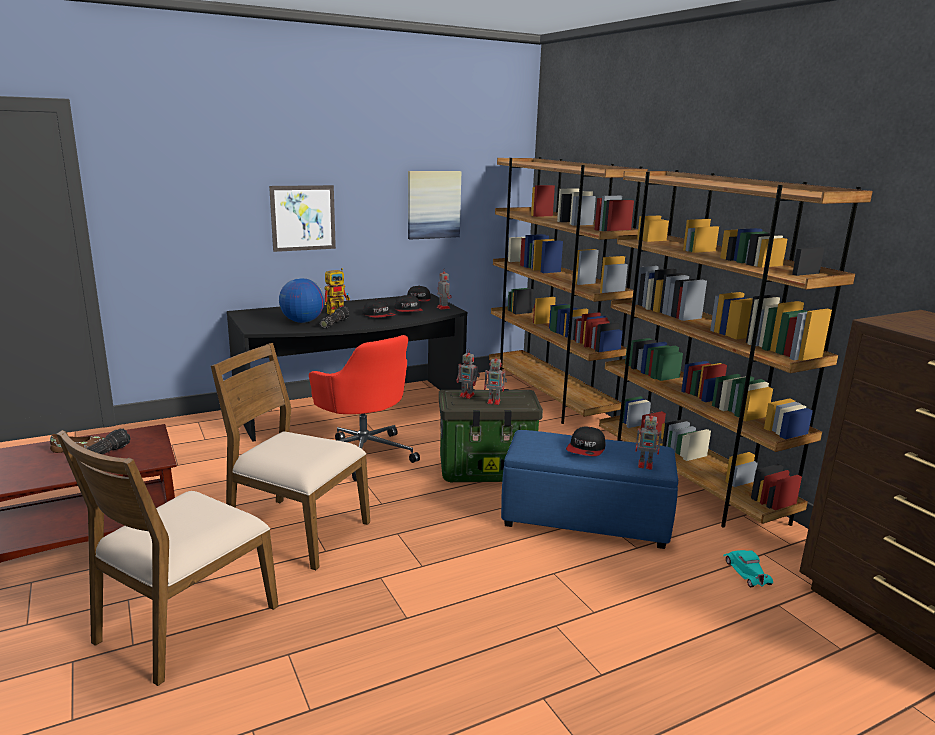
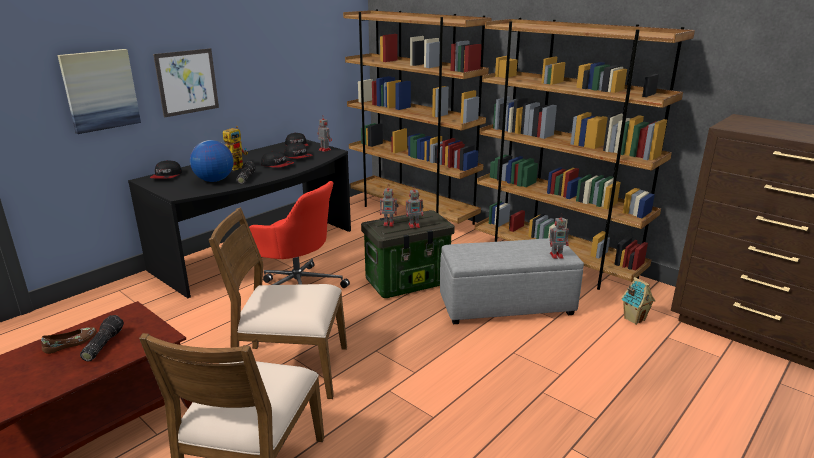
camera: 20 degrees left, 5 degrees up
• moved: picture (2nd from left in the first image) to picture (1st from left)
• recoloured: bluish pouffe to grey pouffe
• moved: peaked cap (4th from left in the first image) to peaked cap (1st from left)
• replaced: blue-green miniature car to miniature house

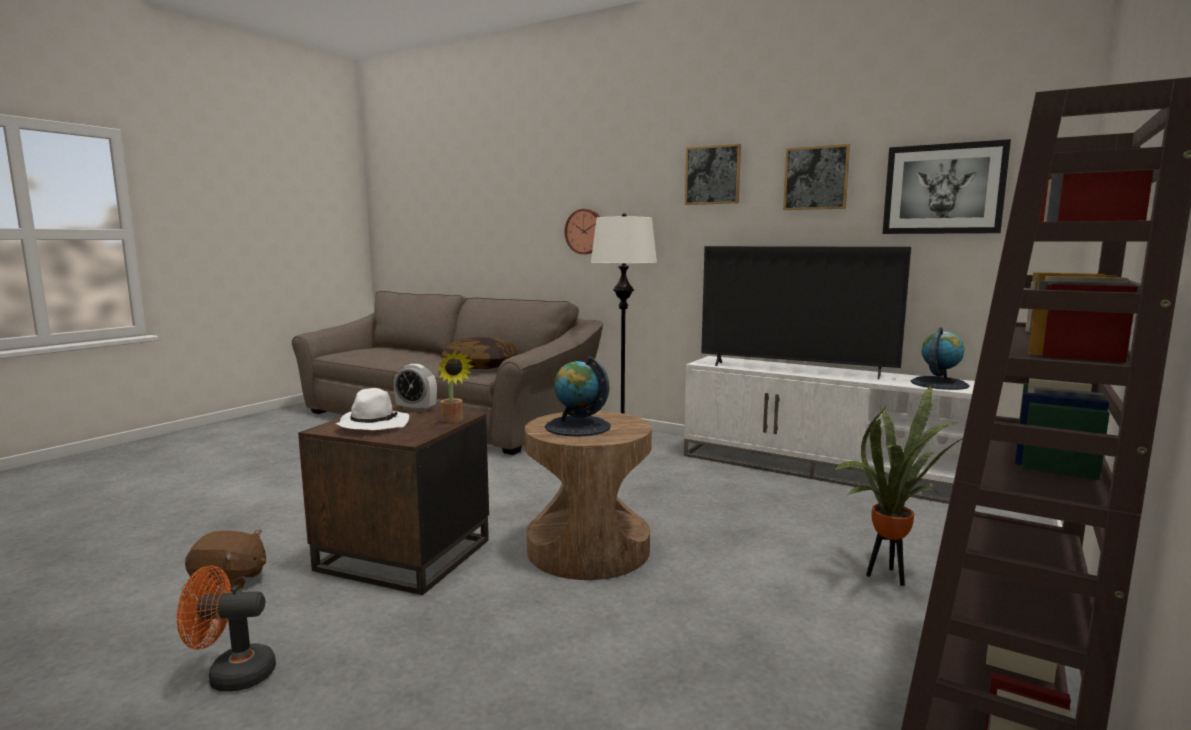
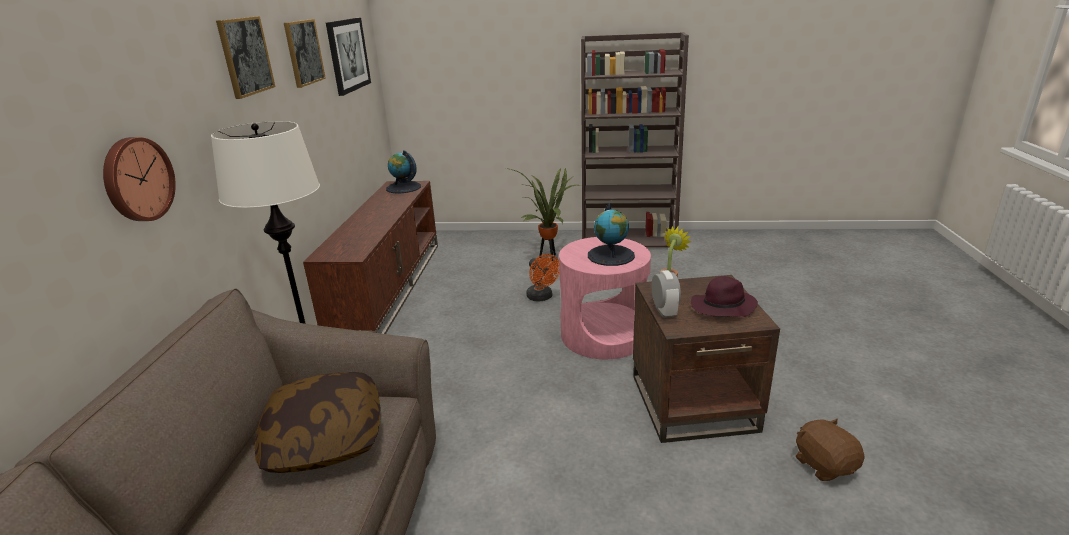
camera: 115 degrees left, 15 degrees up
• moved: orangey fan
• recoloured: white-coloured wearable hat to purple wearable hat
• recoloured: brown-coloured side table (2nd from left) to pink side table
• recoloured: white-coloured tv stand to brown-coloured tv stand
• removed: TV

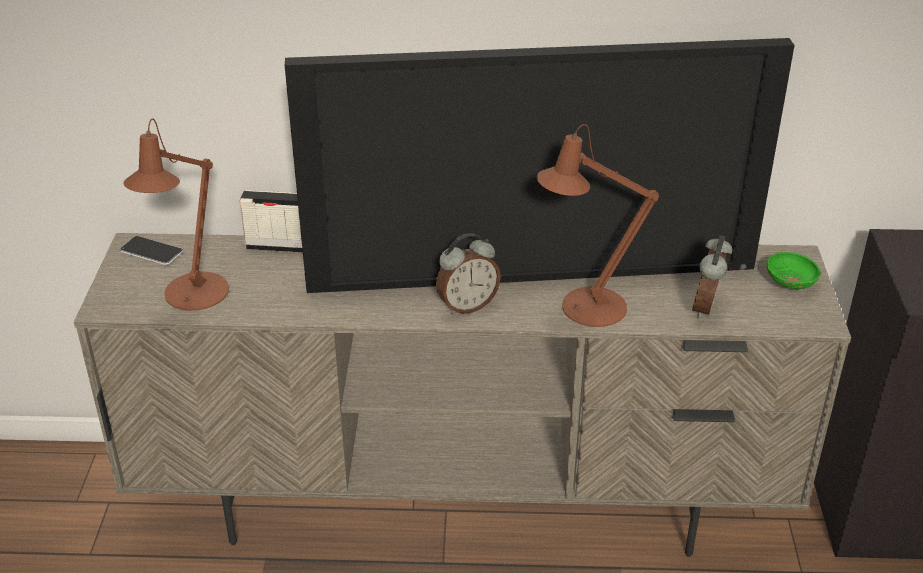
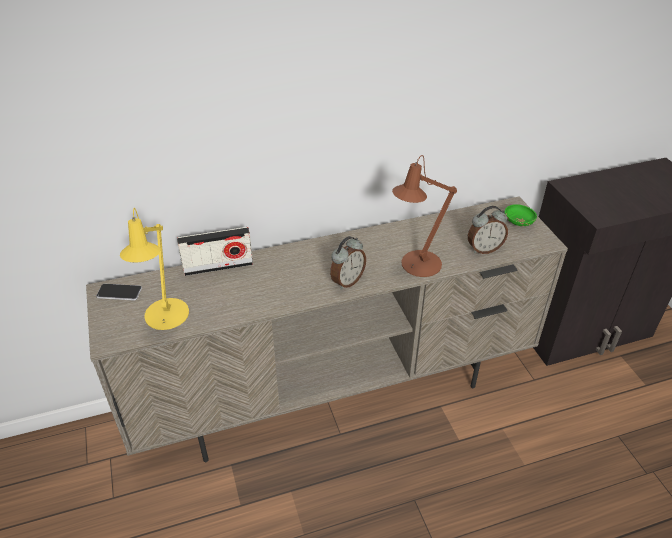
camera: 20 degrees left, 5 degrees up
• recoloured: brown-coloured tabletop lamp (1st from left) to yellow tabletop lamp
• removed: TV
• turned: alarm clock (2nd from left) 105 degrees counterclockwise

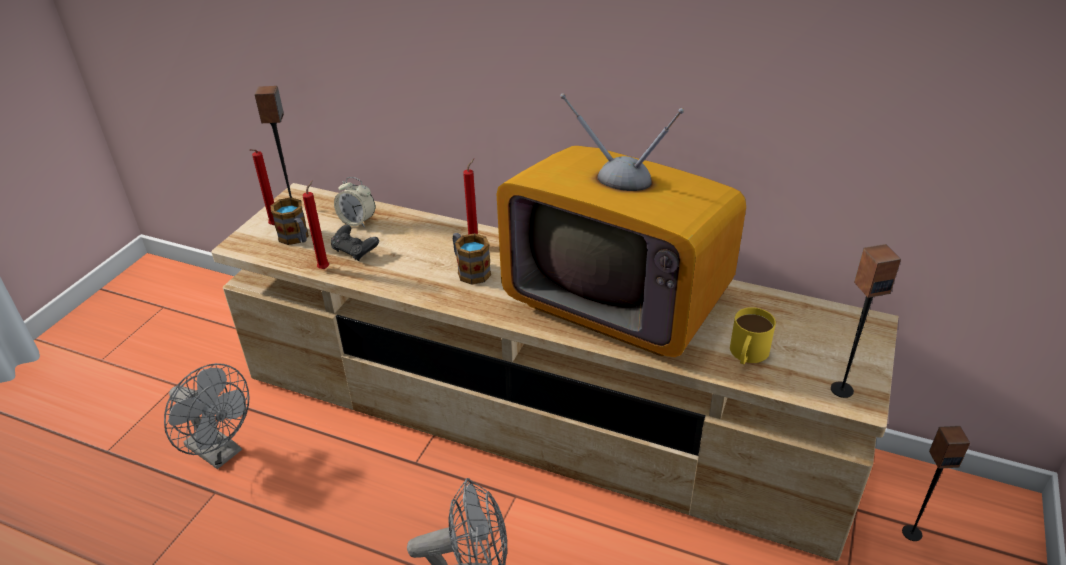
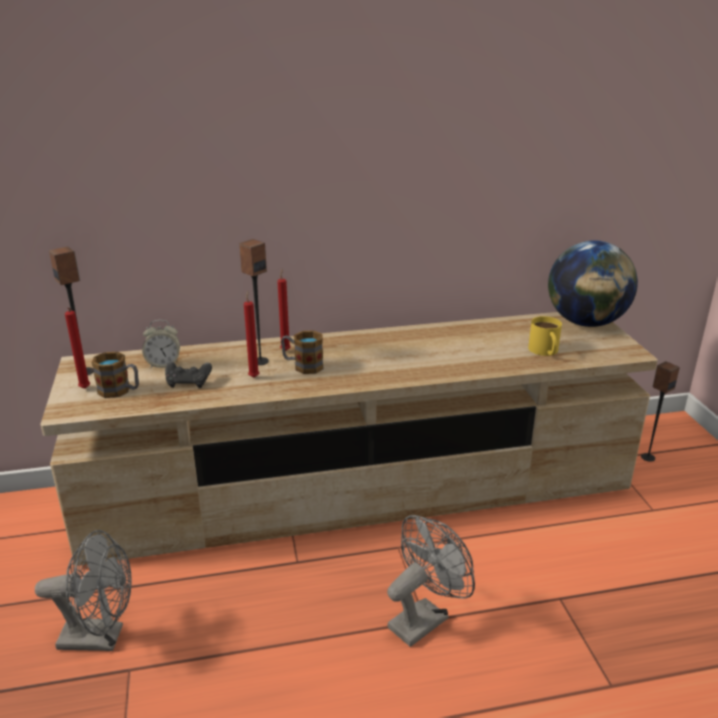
camera: 35 degrees left, 10 degrees down
• moved: red-coloured wax candle (2nd from left)
• removed: TV
• moved: loudspeaker (2nd from left)
• added: desk globe

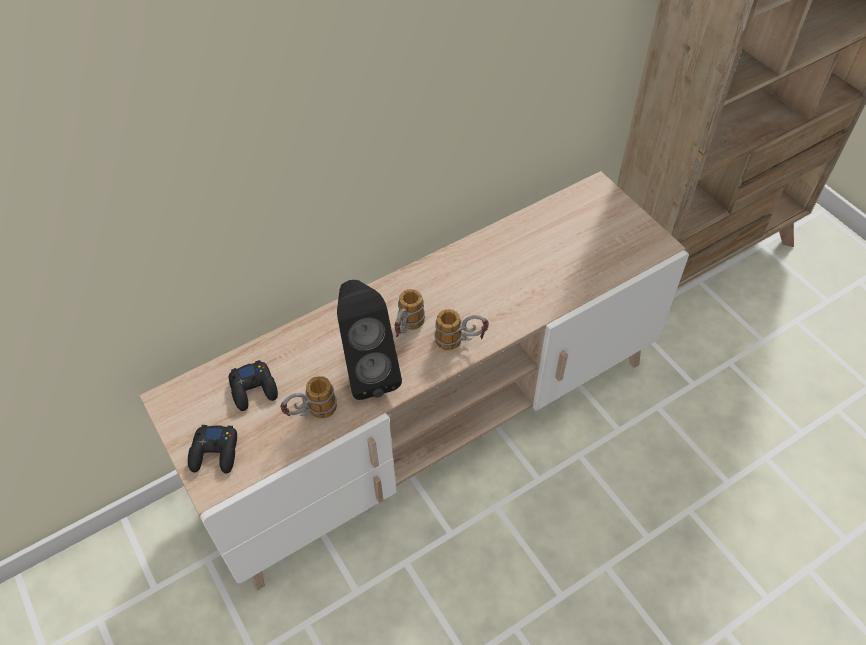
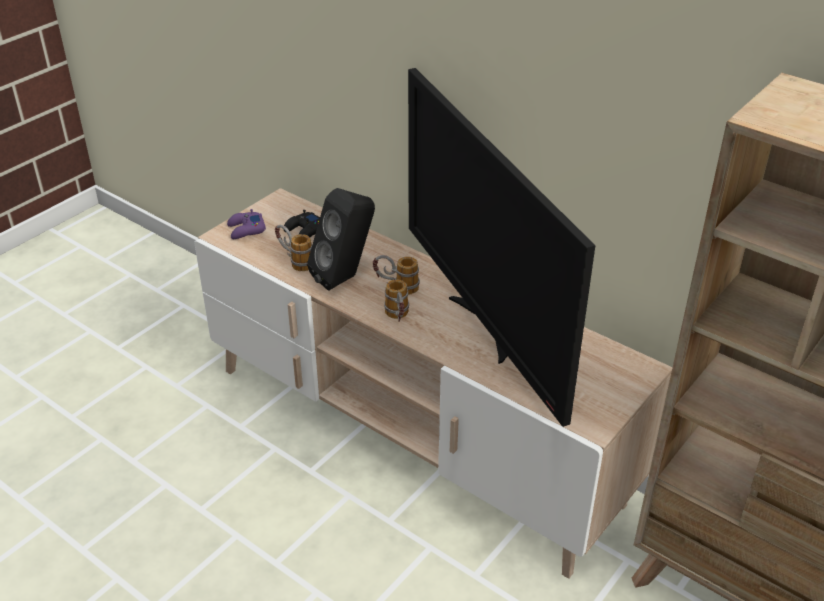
camera: 70 degrees right, 15 degrees down
• recoloured: blackish joypad (1st from left) to purple joypad
• added: TV

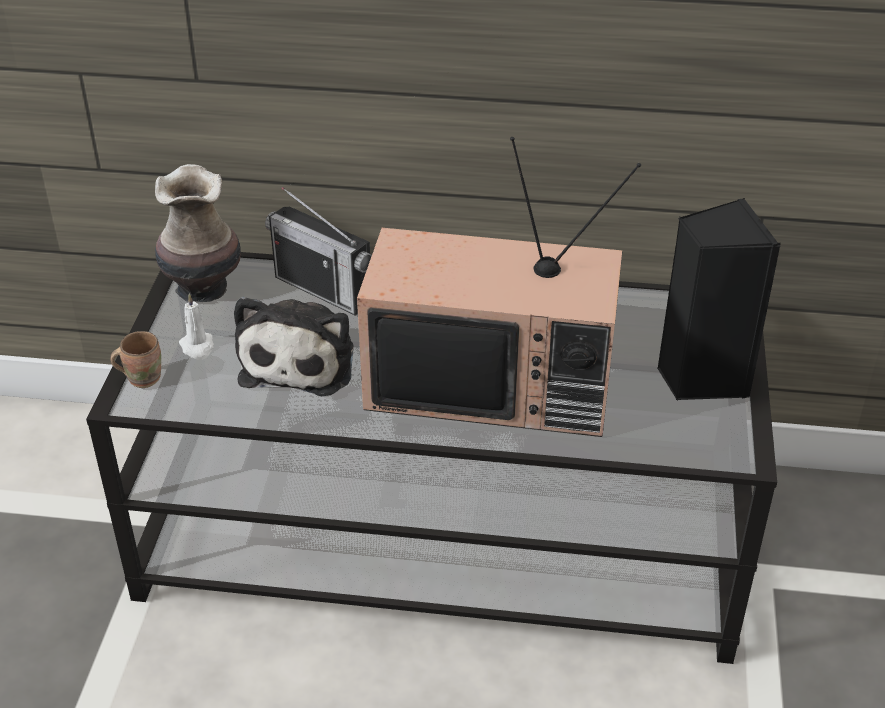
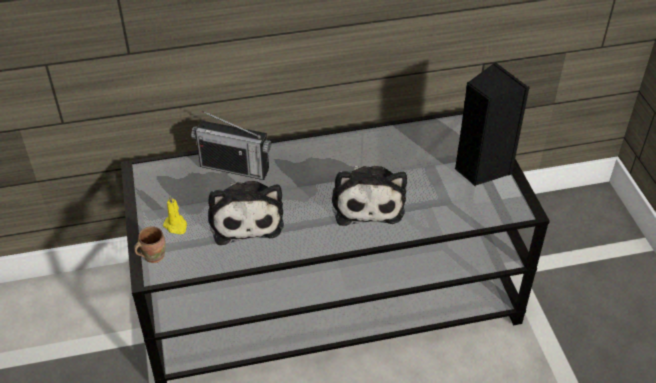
camera: 20 degrees left, 5 degrees up
• removed: decorative vase
• recoloured: white-coloured wax candle to yellow wax candle
• replaced: TV to soft toy (2nd from left)

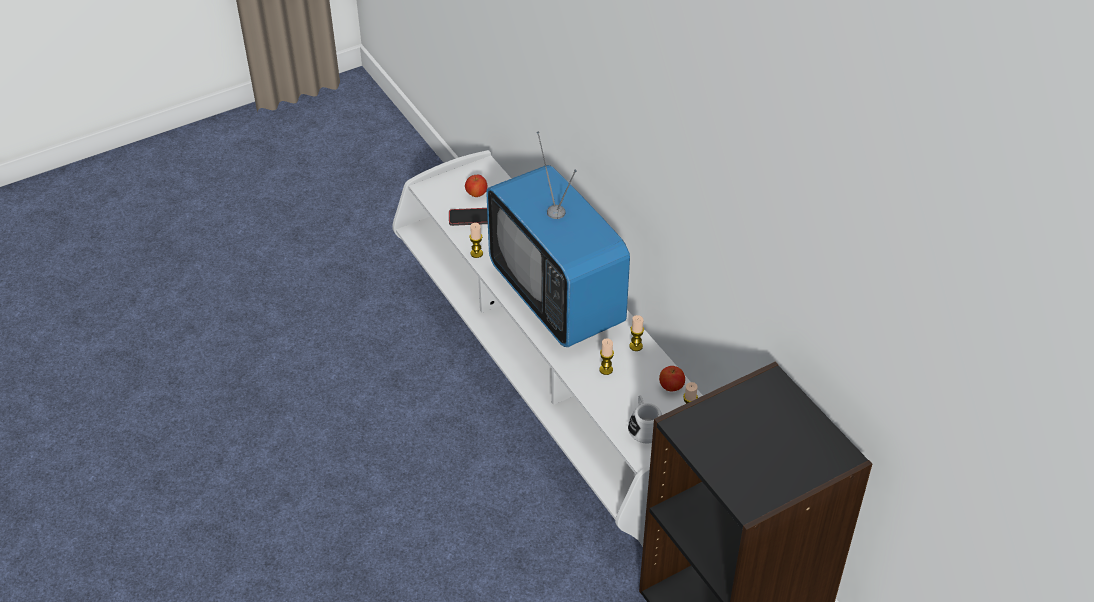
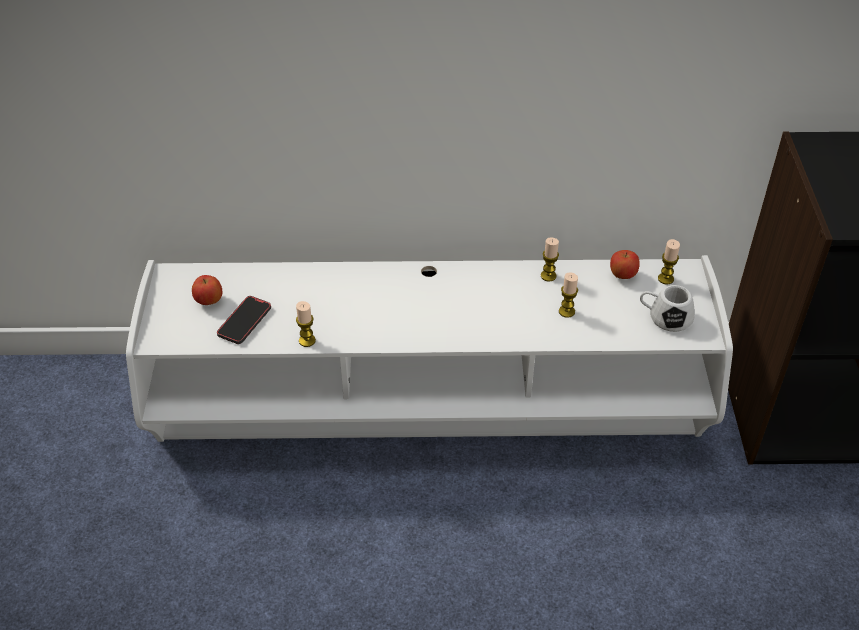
camera: 60 degrees left, 0 degrees up
• removed: TV

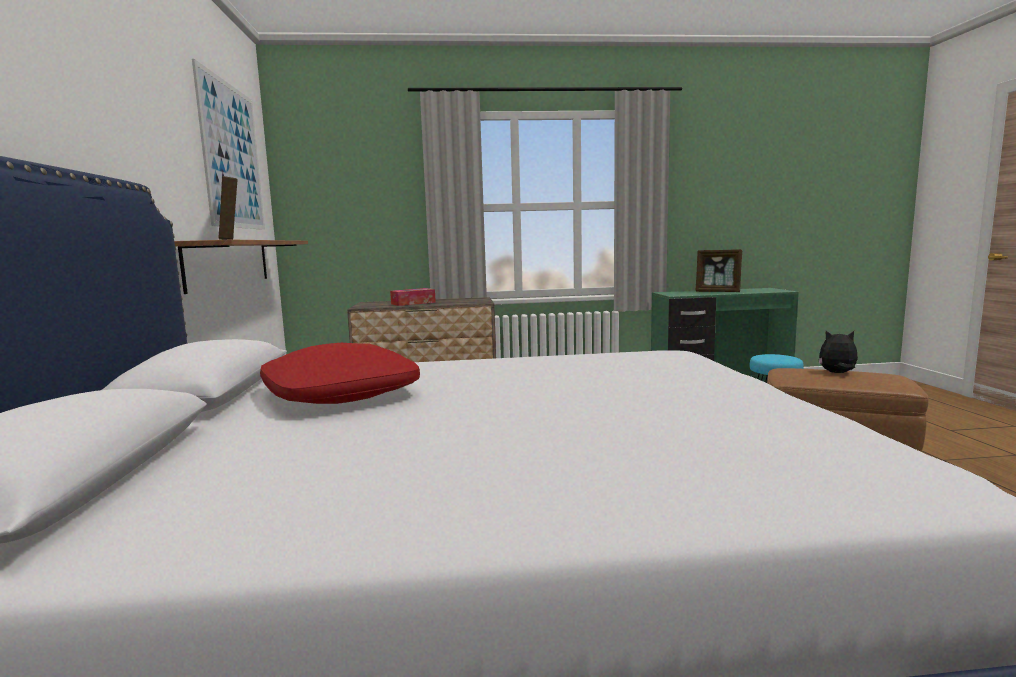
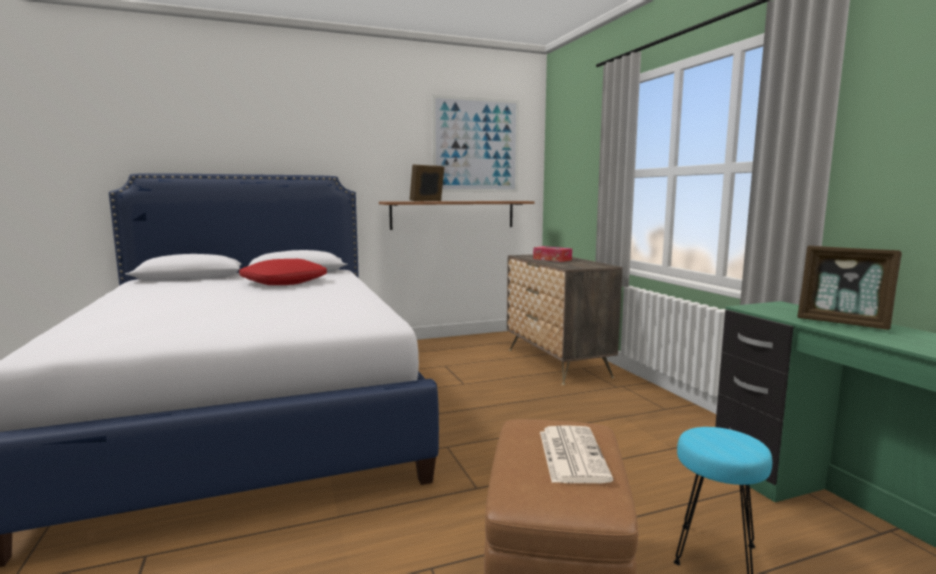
camera: 75 degrees right, 0 degrees up
• turned: picture frame (2nd from left) 60 degrees counterclockwise
• replaced: soft toy to printed paper

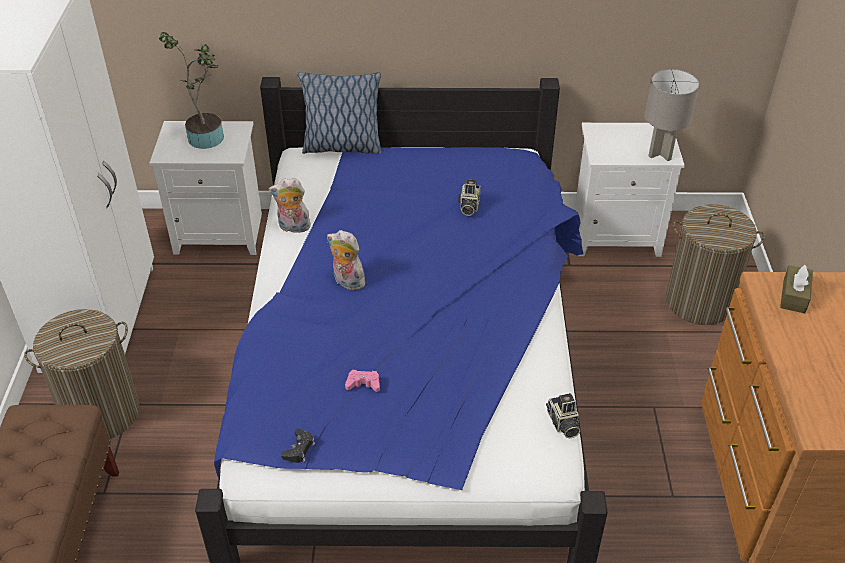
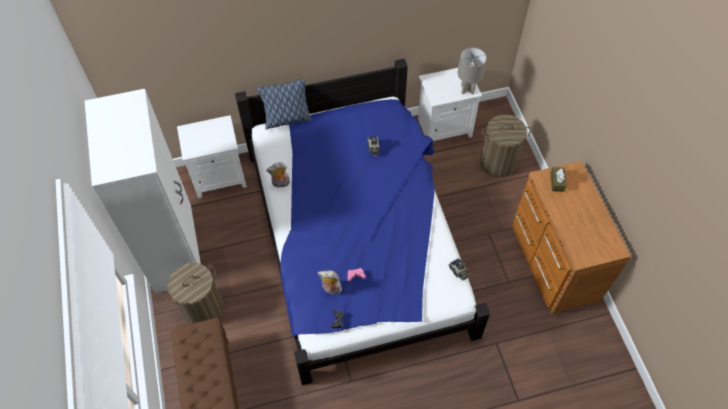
camera: 15 degrees left, 15 degrees up
• removed: potted plant
• moved: soft toy (2nd from left)

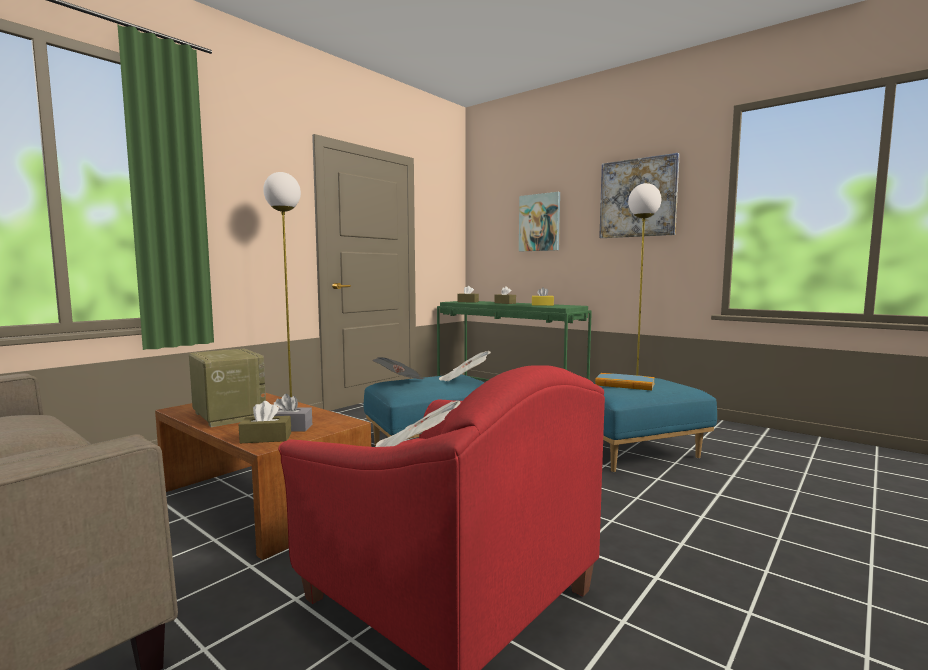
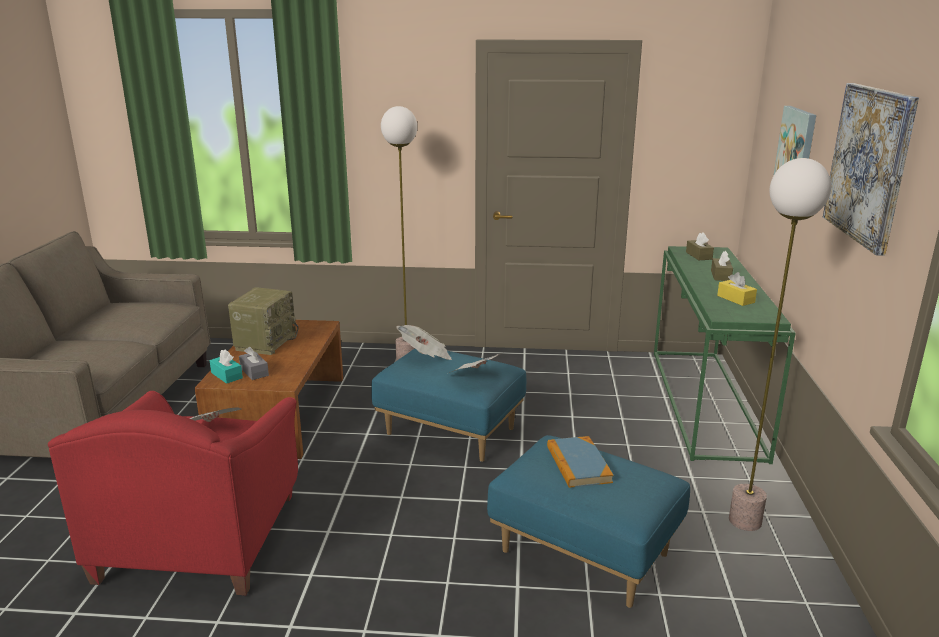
camera: 55 degrees right, 15 degrees up
• recoloured: brown-coloured box of tissues (1st from left) to blue-green box of tissues

